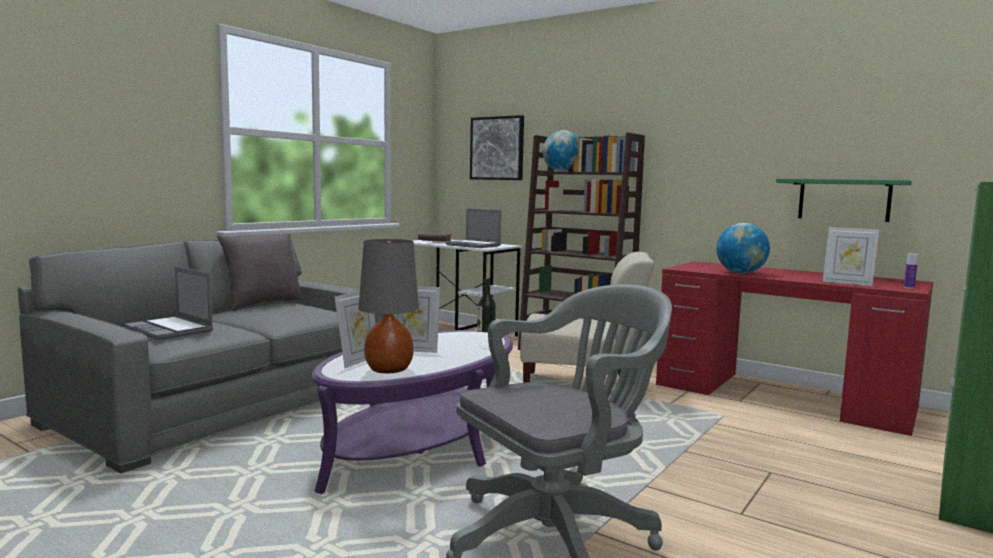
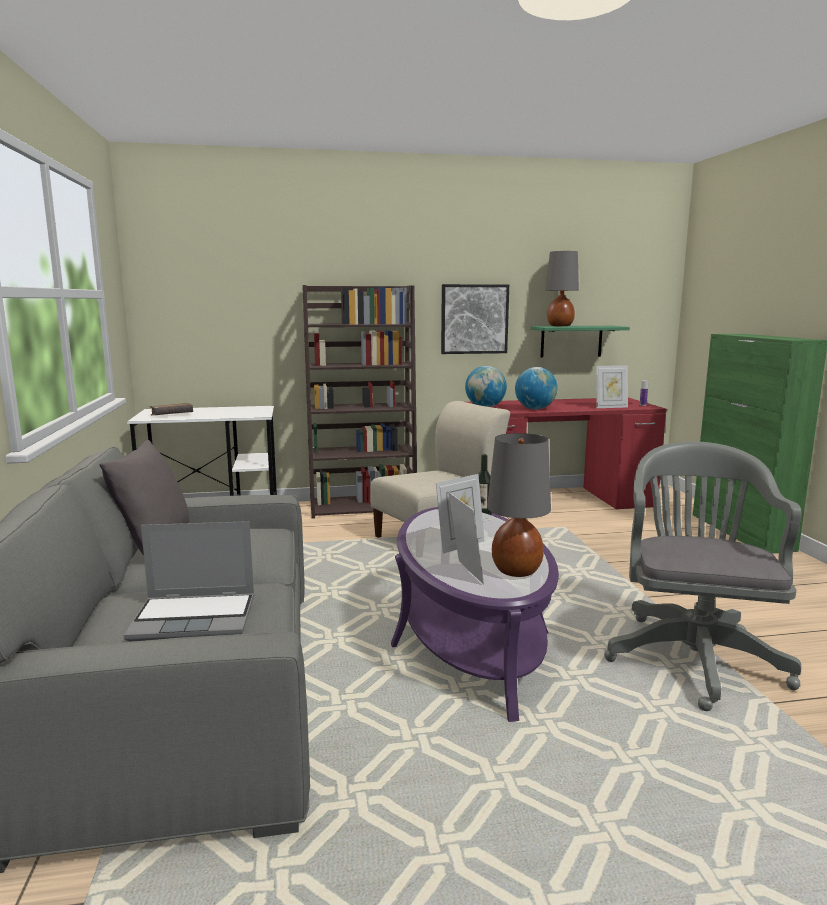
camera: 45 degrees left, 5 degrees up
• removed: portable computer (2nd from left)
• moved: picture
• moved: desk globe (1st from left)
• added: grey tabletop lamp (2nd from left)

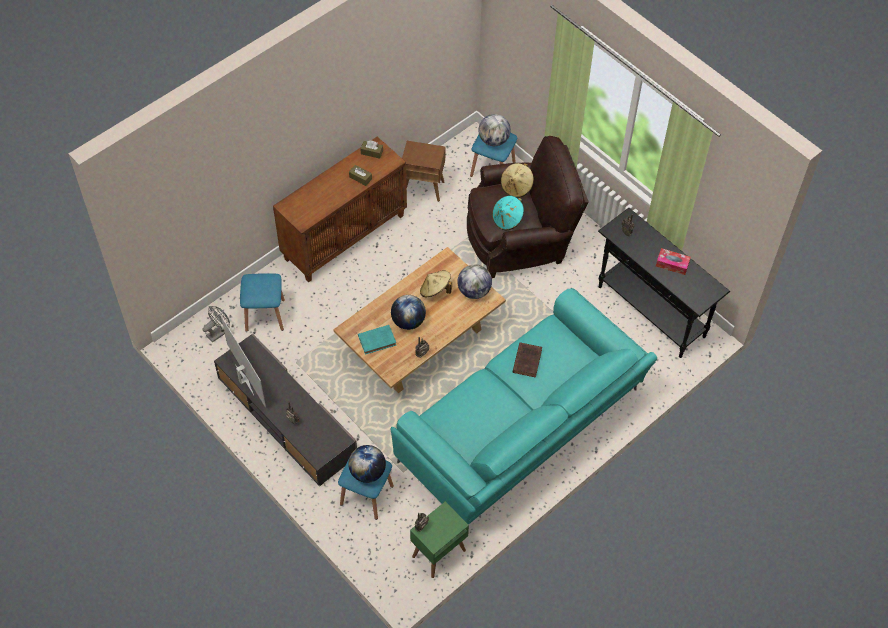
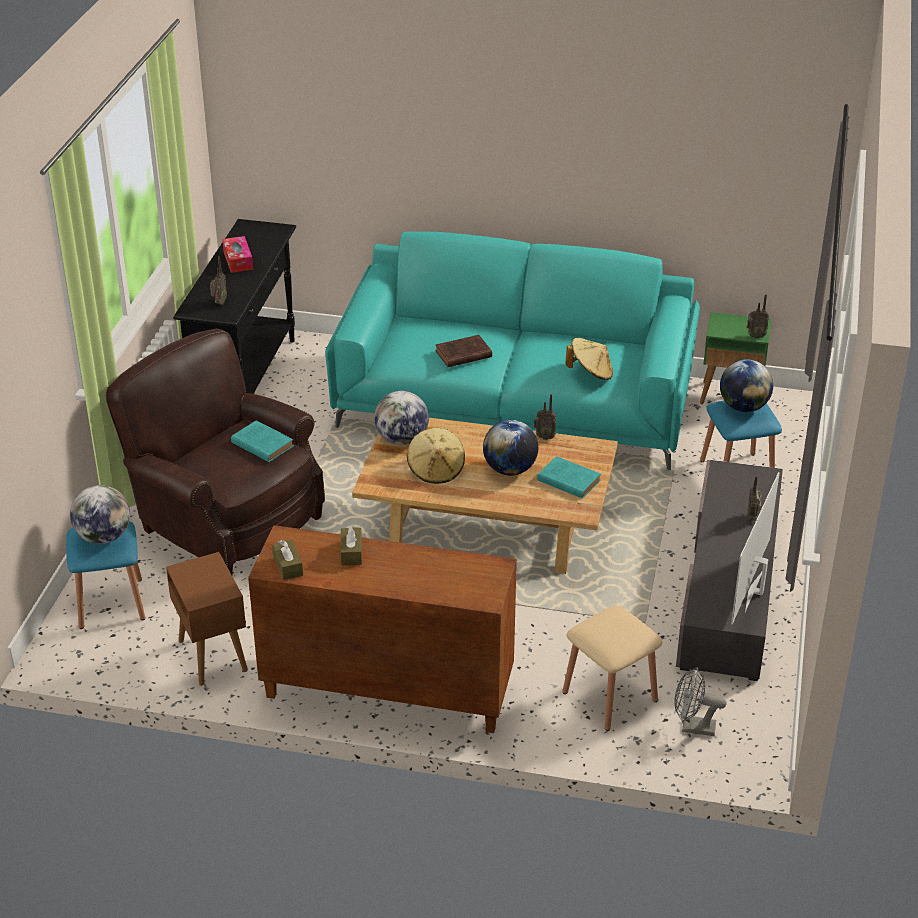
camera: 125 degrees left, 20 degrees down
• recoloured: bluish sitting stool (1st from left) to beige sitting stool
• replaced: blue-green wearable hat to blue-green volume (1st from left)
• moved: beige wearable hat (2nd from left)

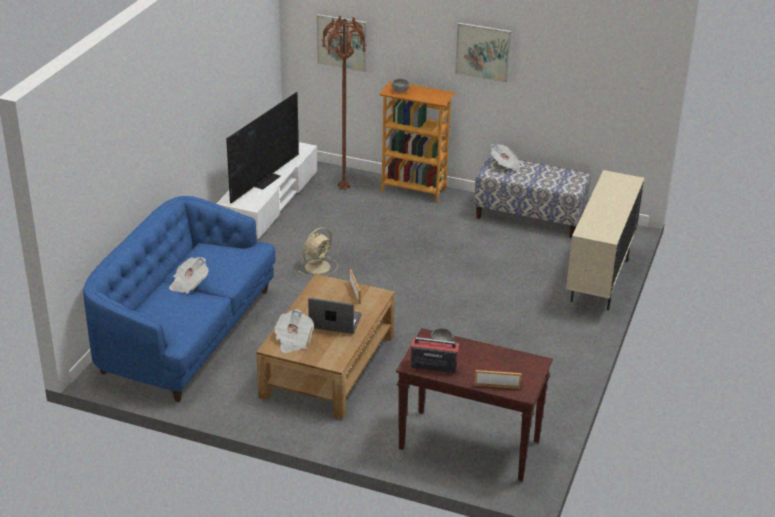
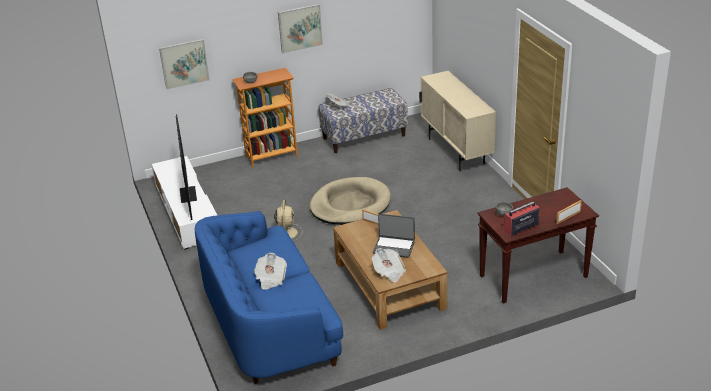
camera: 40 degrees left, 0 degrees up
• turned: portable computer 135 degrees counterclockwise
• removed: brown-coloured standard lamp
• added: beige dog bed

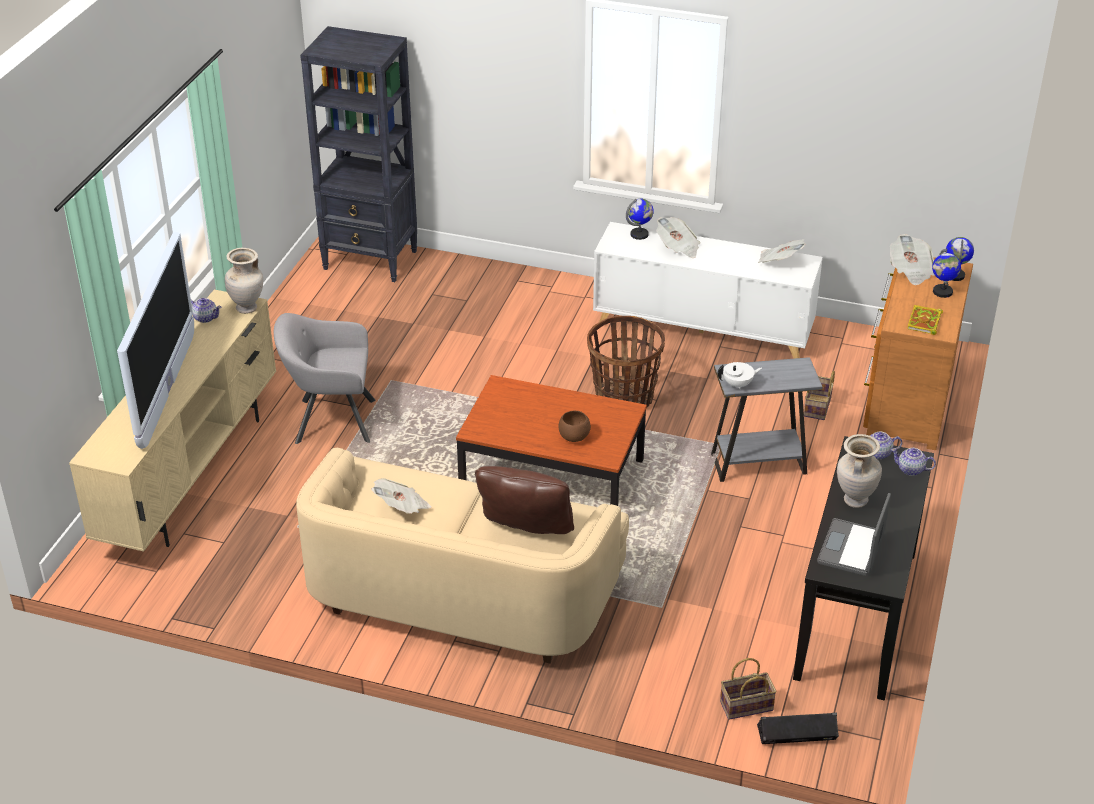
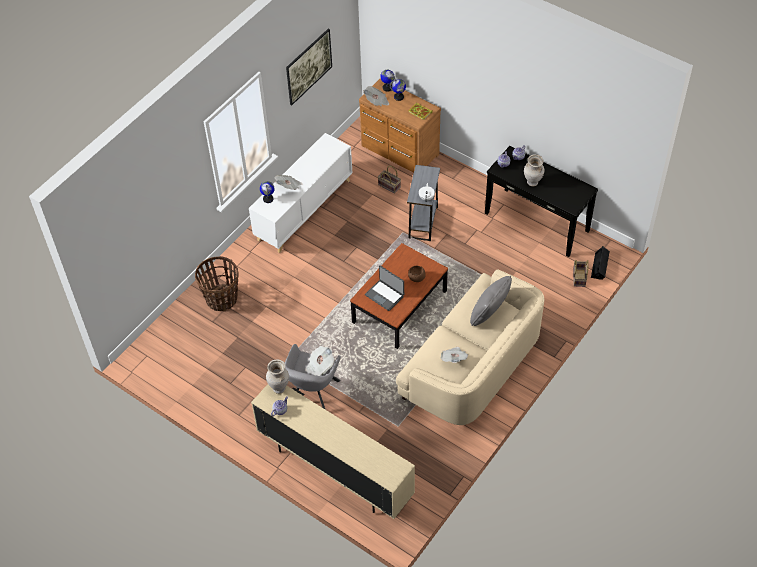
camera: 70 degrees left, 15 degrees up
• removed: TV
• removed: blackish bookcase
• recoloured: brown-coloured cushion to grey cushion
• moved: storage basket (1st from left)
• moved: printed paper (3rd from left in the first image) to printed paper (2nd from left)
• moved: portable computer
• added: picture

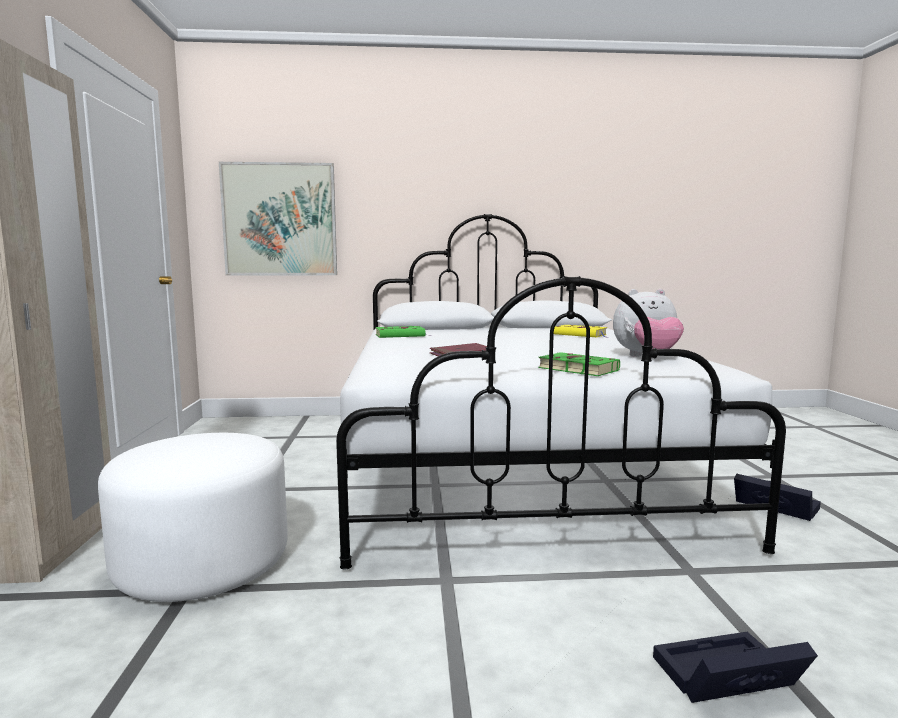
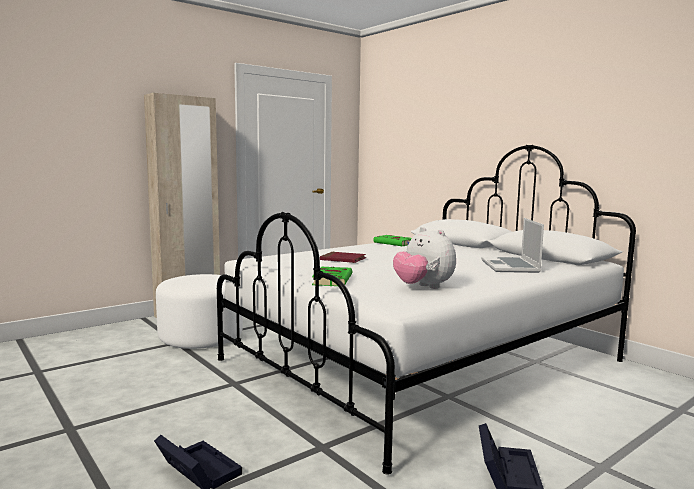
camera: 55 degrees right, 0 degrees up
• removed: picture
• replaced: yellow volume to portable computer

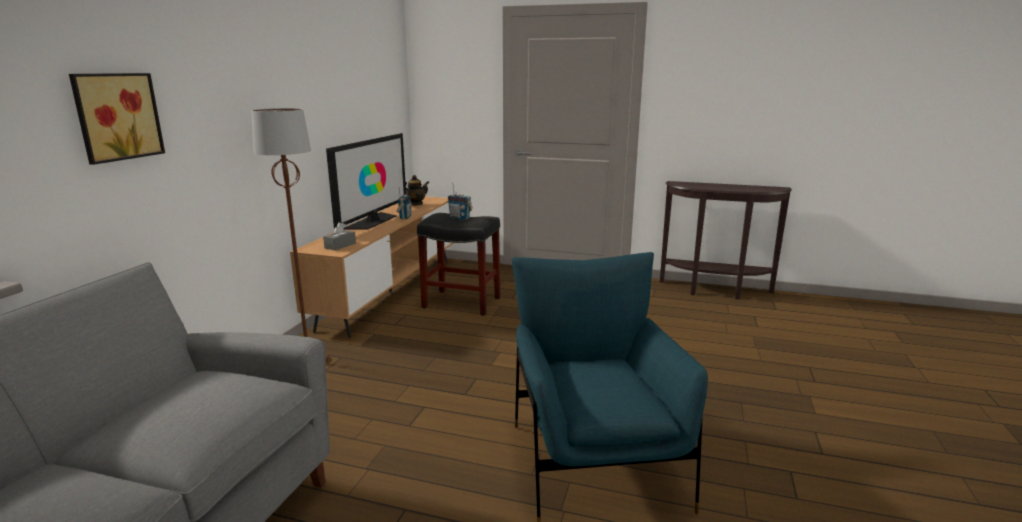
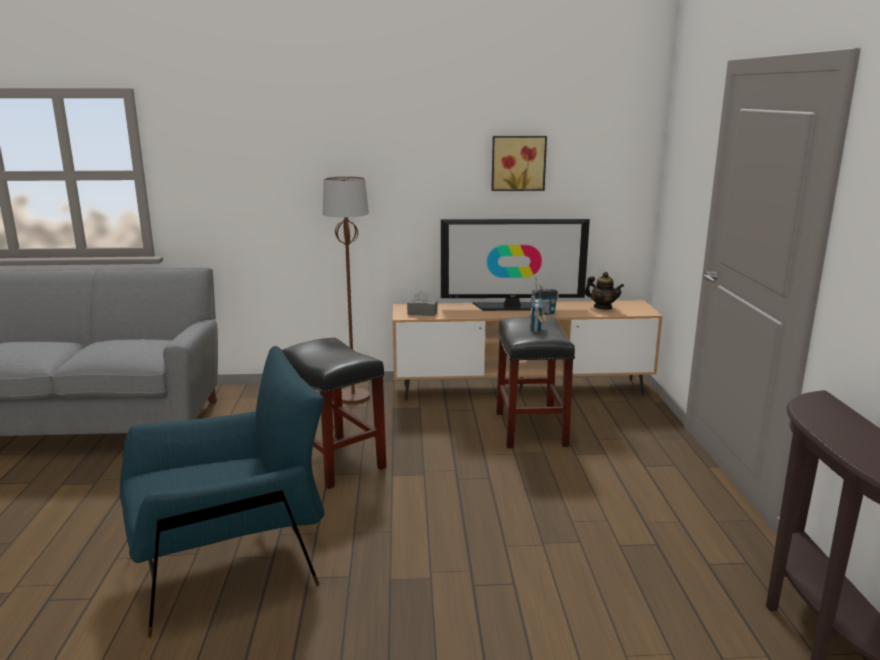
camera: 70 degrees right, 0 degrees up
• moved: picture
• added: blackish sitting stool (1st from left)

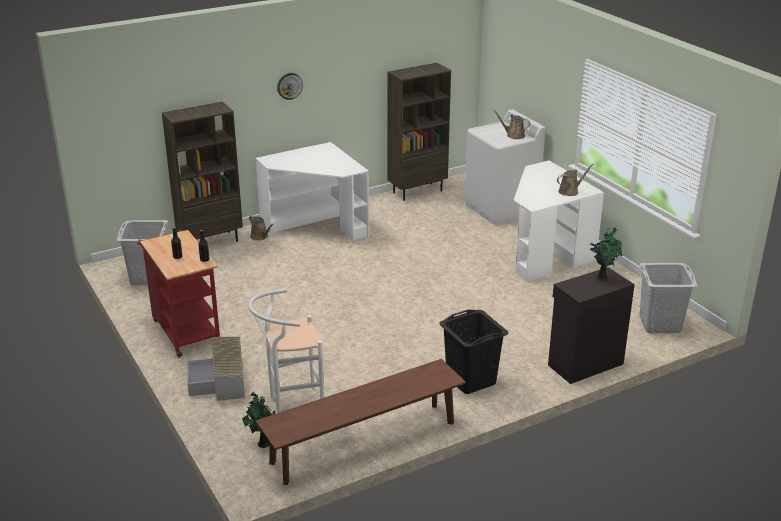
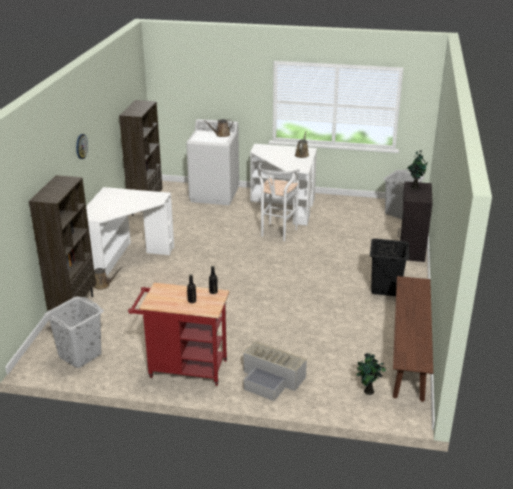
camera: 50 degrees left, 0 degrees up
• moved: white-coloured sitting stool

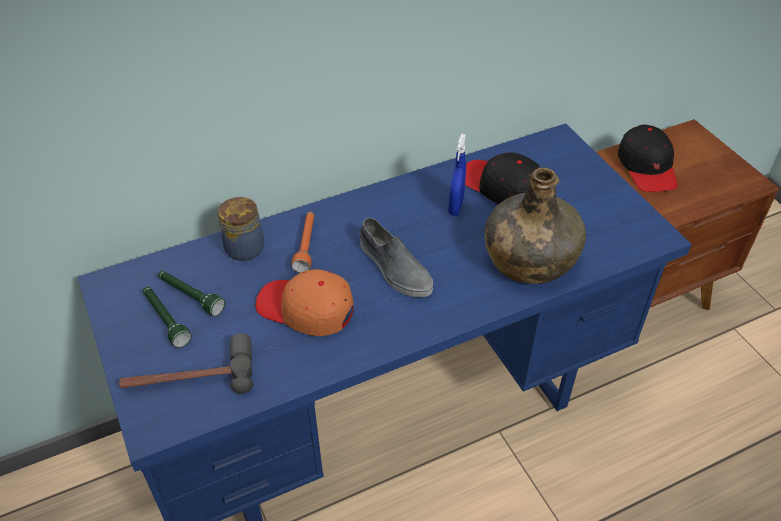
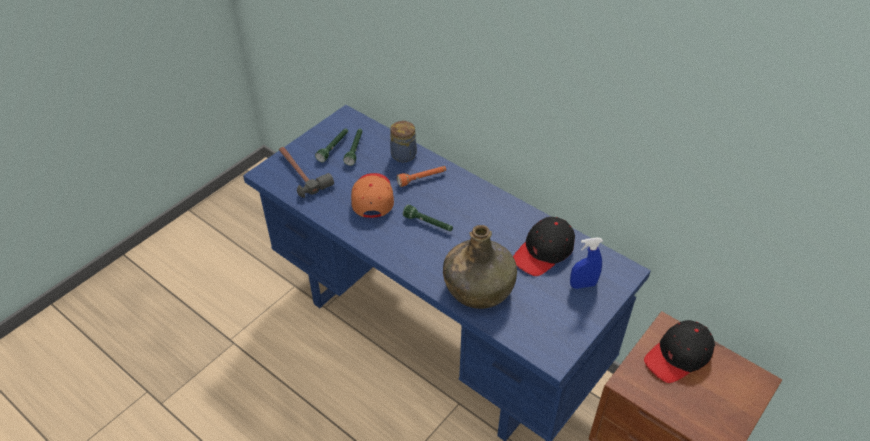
camera: 65 degrees right, 0 degrees up
• replaced: grey low shoe to green-coloured torch (3rd from left)
• moved: bluish hand sprayer
• turned: blackish peaked cap (1st from left) 150 degrees counterclockwise

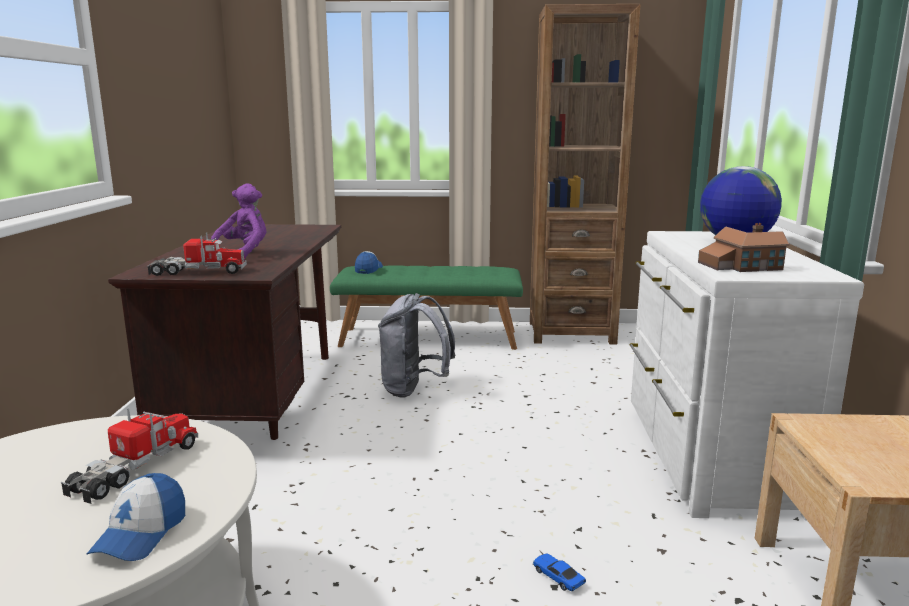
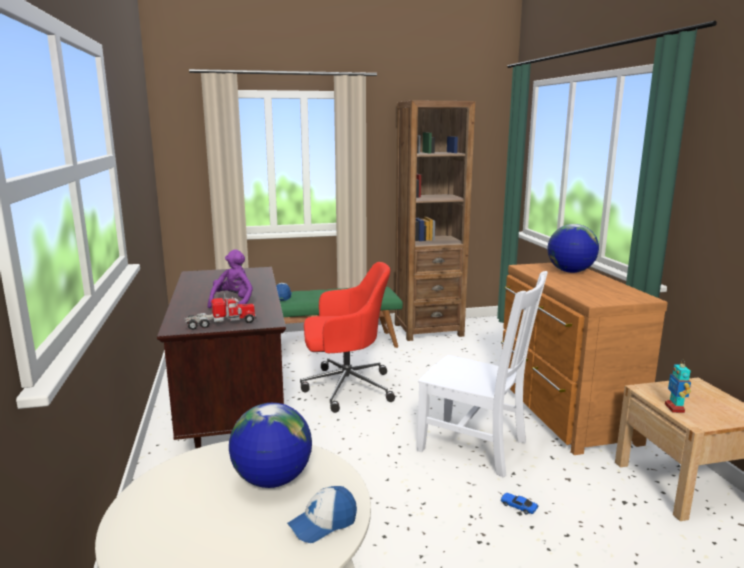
camera: 15 degrees left, 0 degrees up
• replaced: toy truck (1st from left) to desk globe (1st from left)
• turned: peaked cap (1st from left in the first image) 60 degrees clockwise
• replaced: grey rucksack to red-coloured computer chair
• recoloured: white-coloured dresser to brown-coloured dresser
• removed: miniature house
• added: white-coloured plain chair
• added: model robot

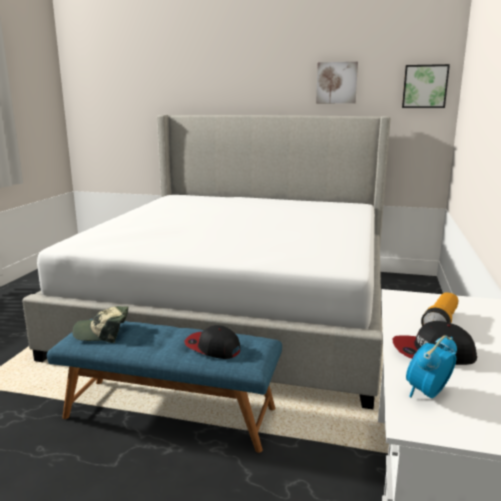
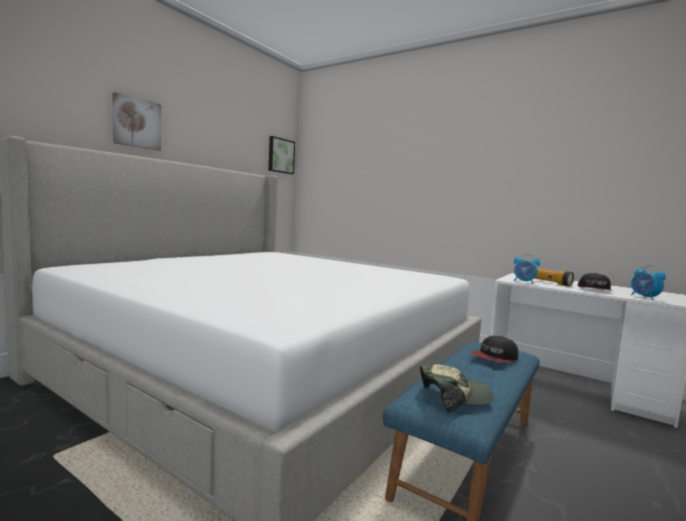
camera: 70 degrees left, 10 degrees down
• turned: peaked cap (1st from left) 120 degrees counterclockwise
• moved: picture (1st from left)
• added: alarm clock (1st from left)

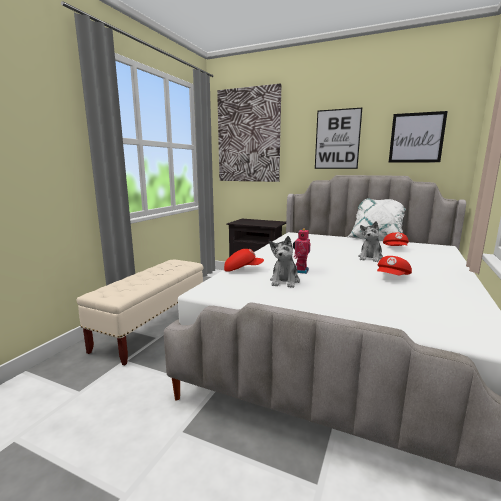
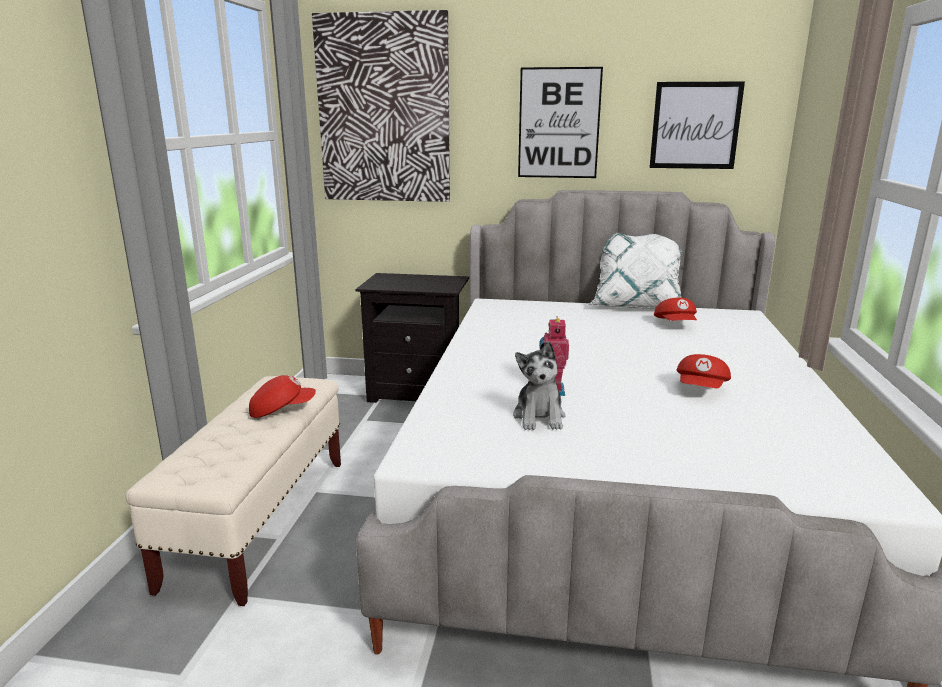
camera: 15 degrees left, 5 degrees up
• moved: red-coloured peaked cap (1st from left)
• removed: soft toy (2nd from left)

